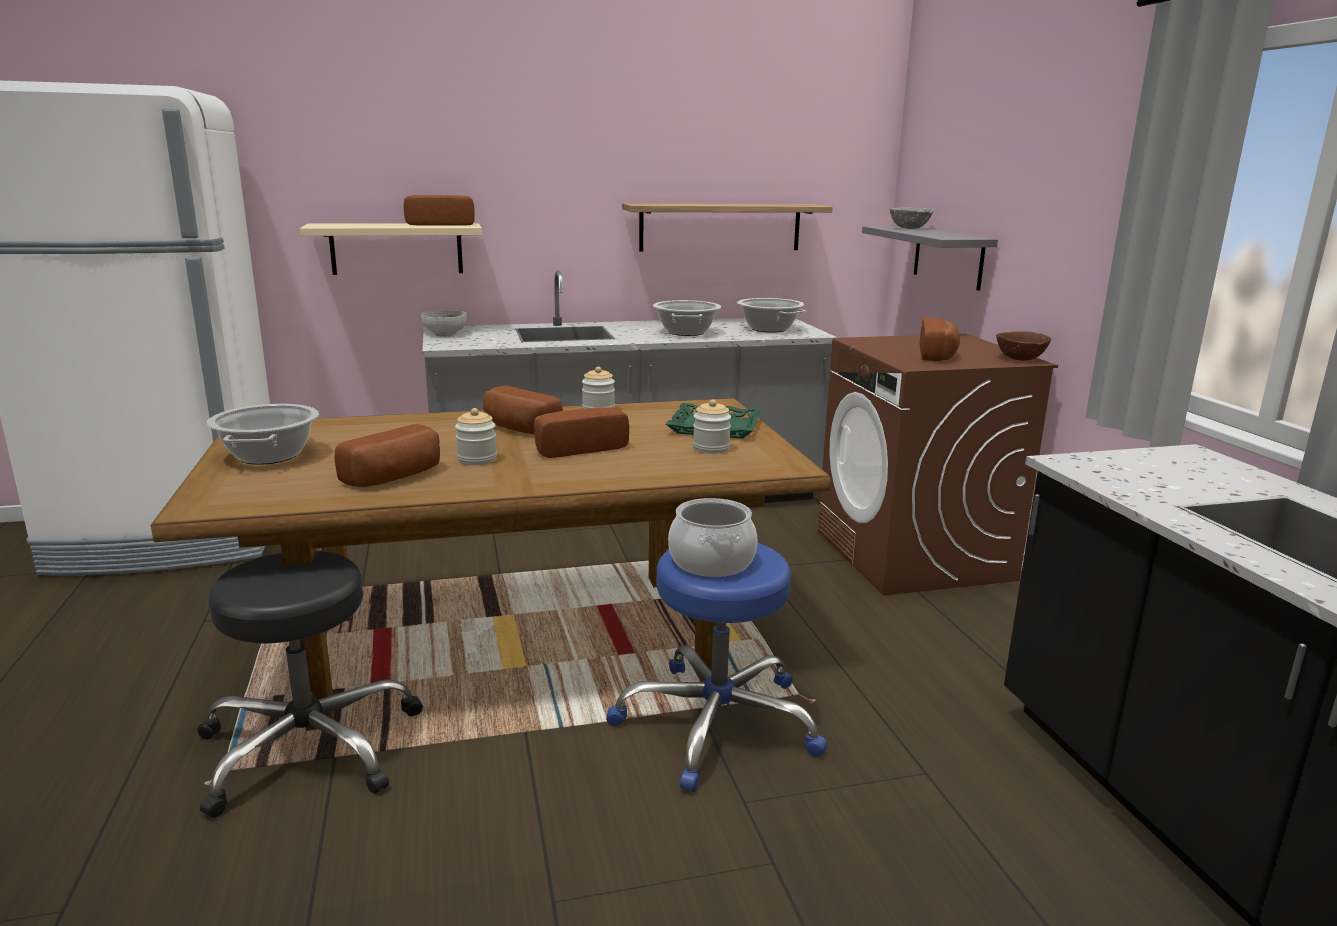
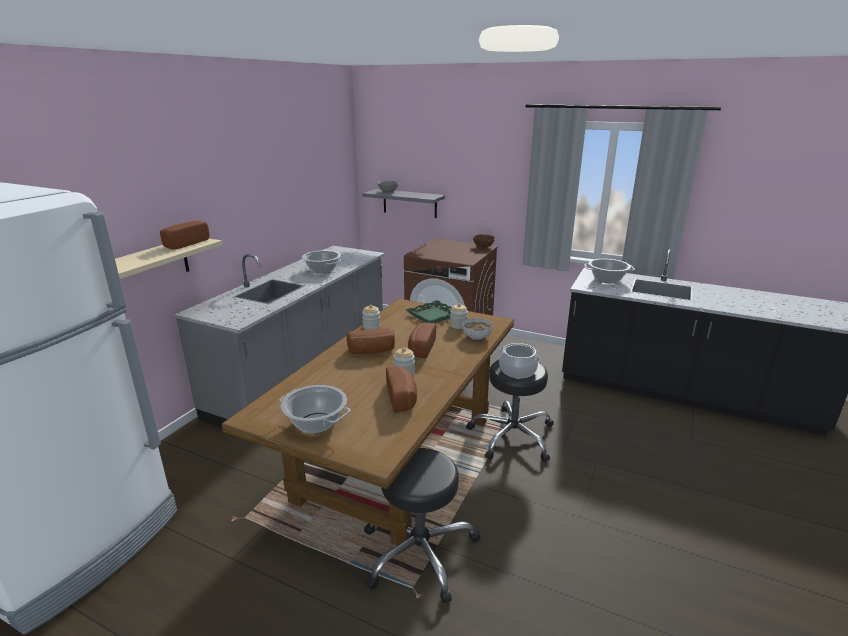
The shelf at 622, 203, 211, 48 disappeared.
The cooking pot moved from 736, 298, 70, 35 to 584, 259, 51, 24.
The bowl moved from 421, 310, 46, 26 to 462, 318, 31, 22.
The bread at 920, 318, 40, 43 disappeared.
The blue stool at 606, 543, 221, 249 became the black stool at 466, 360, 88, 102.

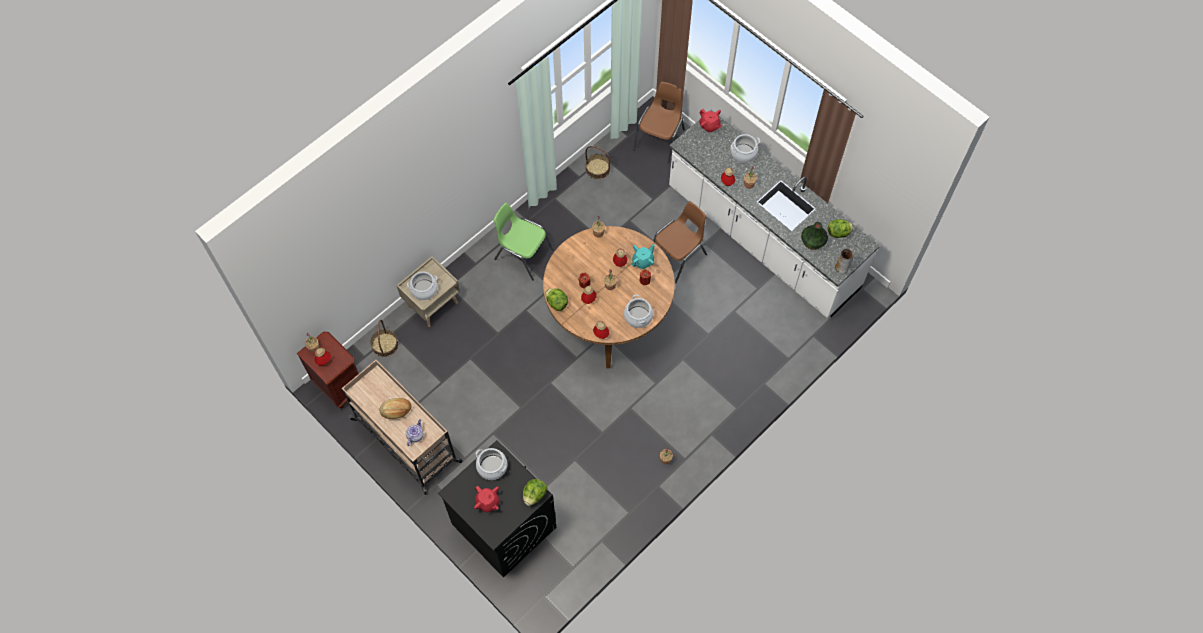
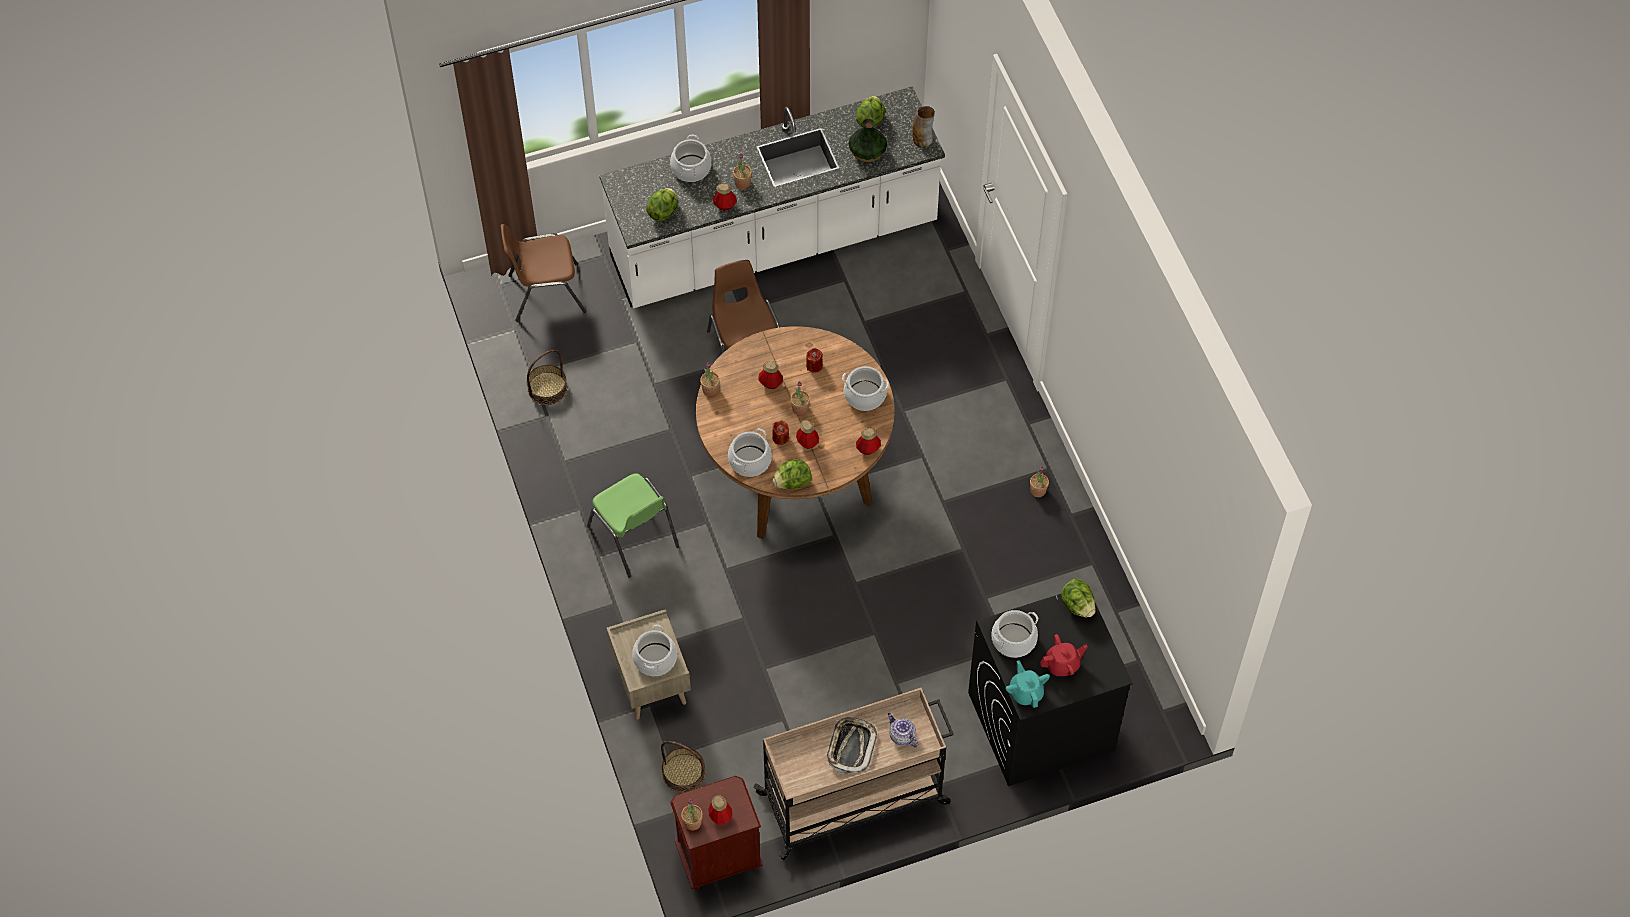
The brown chair at 633, 81, 52, 83 turned 60 degrees counterclockwise.
The red teapot at 699, 109, 23, 24 disappeared.
The green chair at 494, 203, 60, 78 turned 90 degrees counterclockwise.
The turquoise teapot moved from 632, 244, 23, 25 to 1006, 660, 44, 48.
The bread at 379, 398, 33, 21 was replaced by the tray at 827, 717, 50, 57.
The lettuce at 646, 188, 32, 33 appeared.
The cooking pot at 728, 428, 44, 49 appeared.

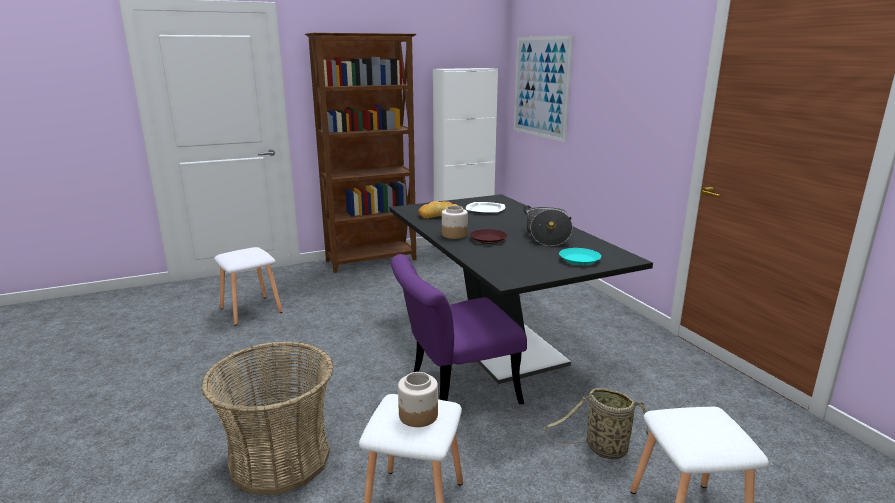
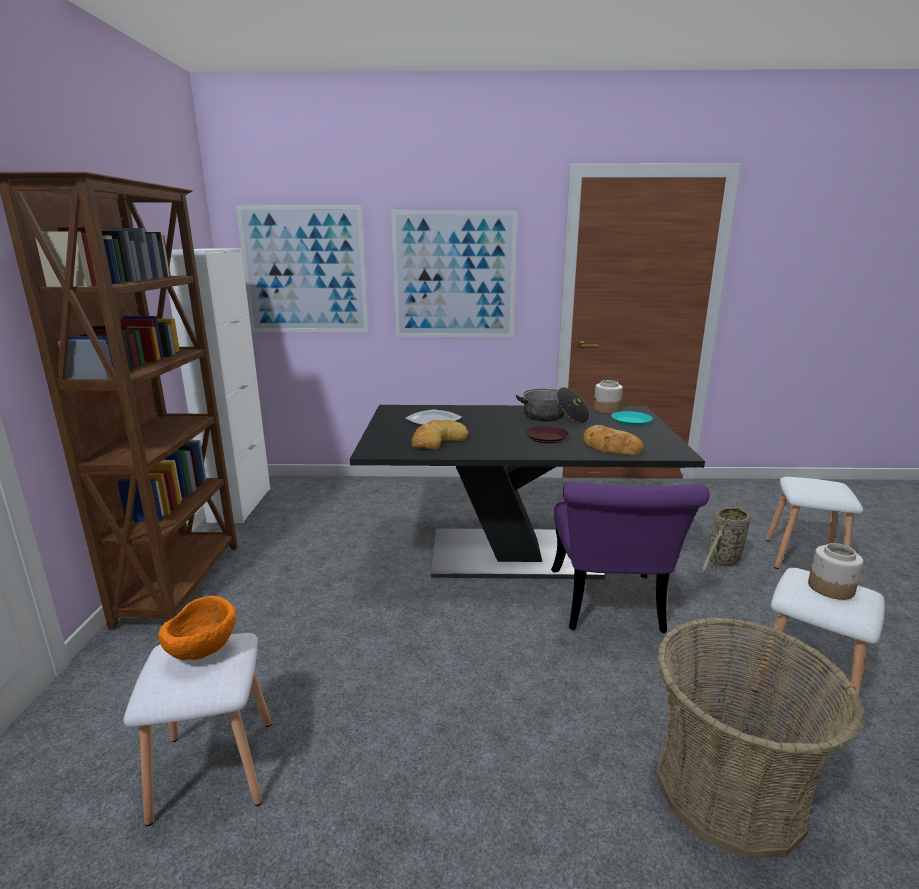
The jar moved from 442, 206, 26, 33 to 594, 380, 29, 34.
The picture at 391, 210, 126, 127 appeared.
The bread at 584, 425, 60, 31 appeared.
The orange bowl at 158, 596, 78, 64 appeared.

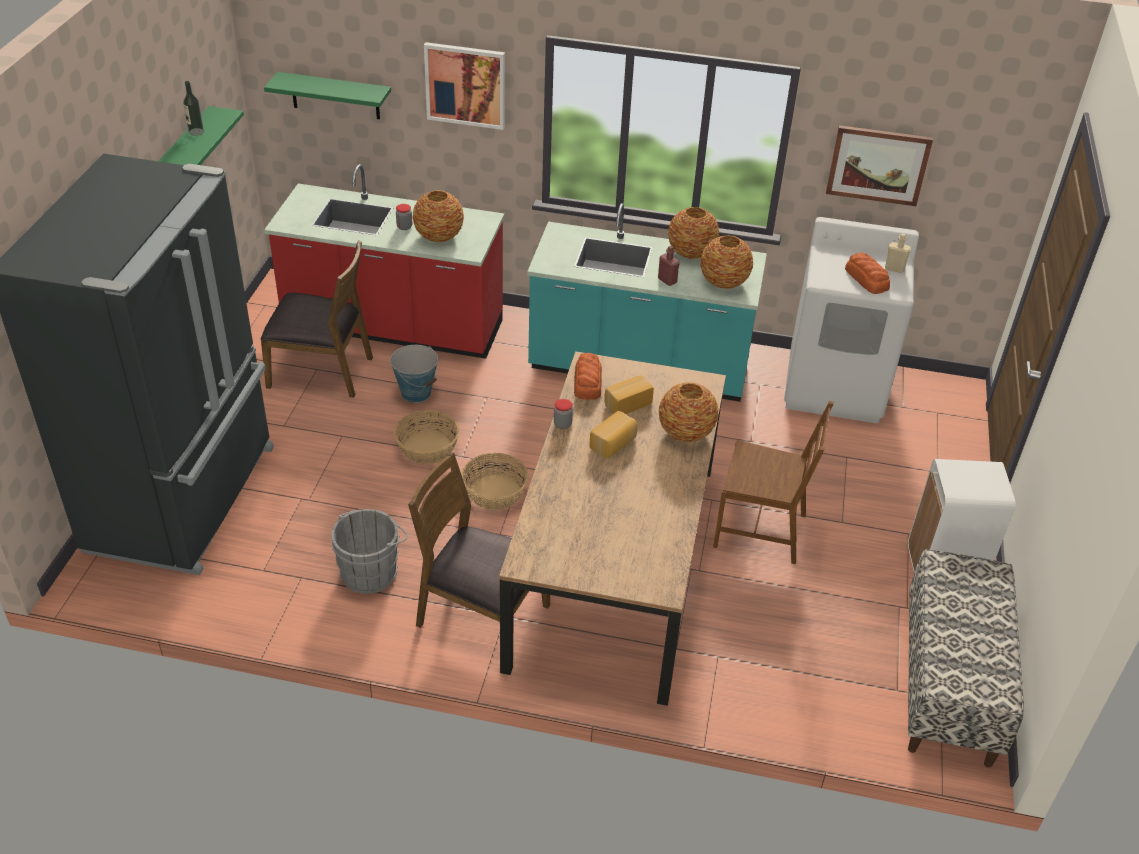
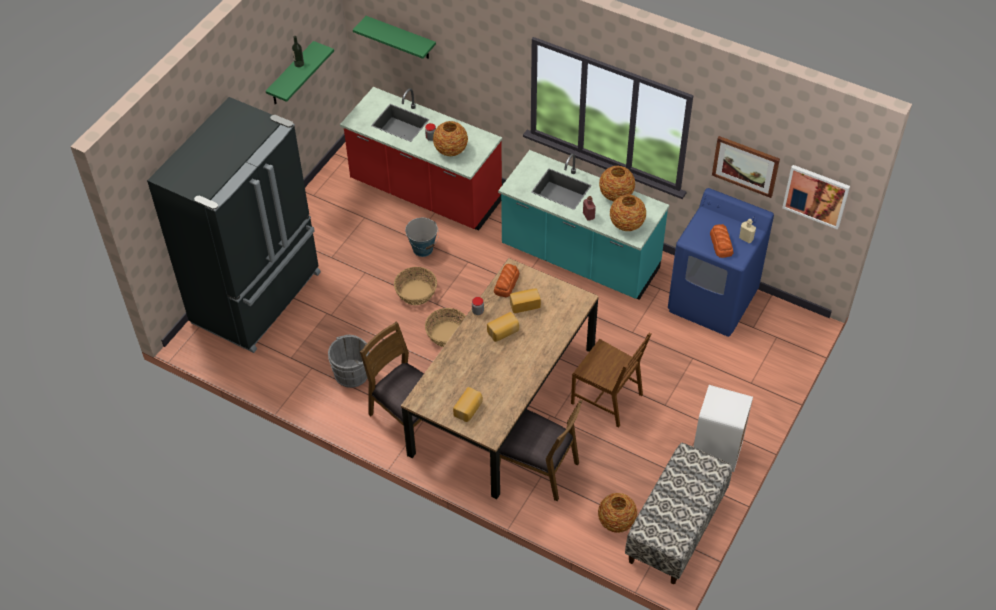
The picture moved from 424, 42, 81, 88 to 782, 165, 68, 65.
The white washing machine at 784, 217, 135, 206 became the blue washing machine at 668, 188, 106, 149.
The brown chair moved from 260, 240, 113, 158 to 500, 400, 83, 101.
The vase moved from 659, 382, 60, 60 to 598, 493, 39, 40.
The bread at 453, 387, 30, 35 appeared.

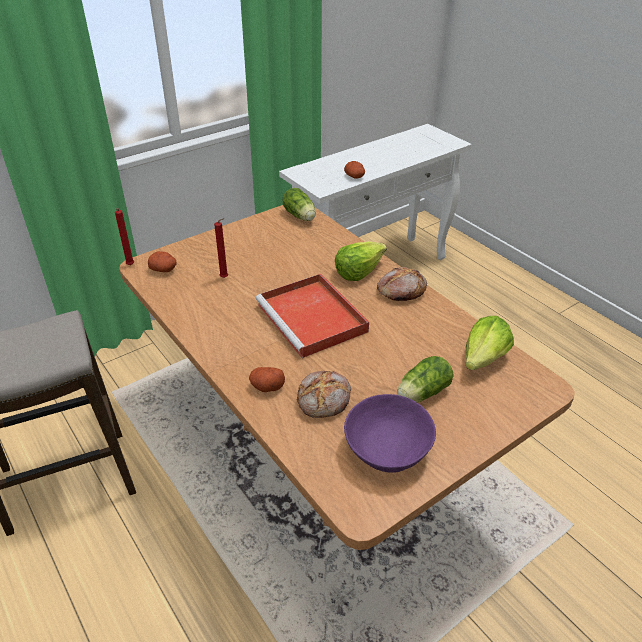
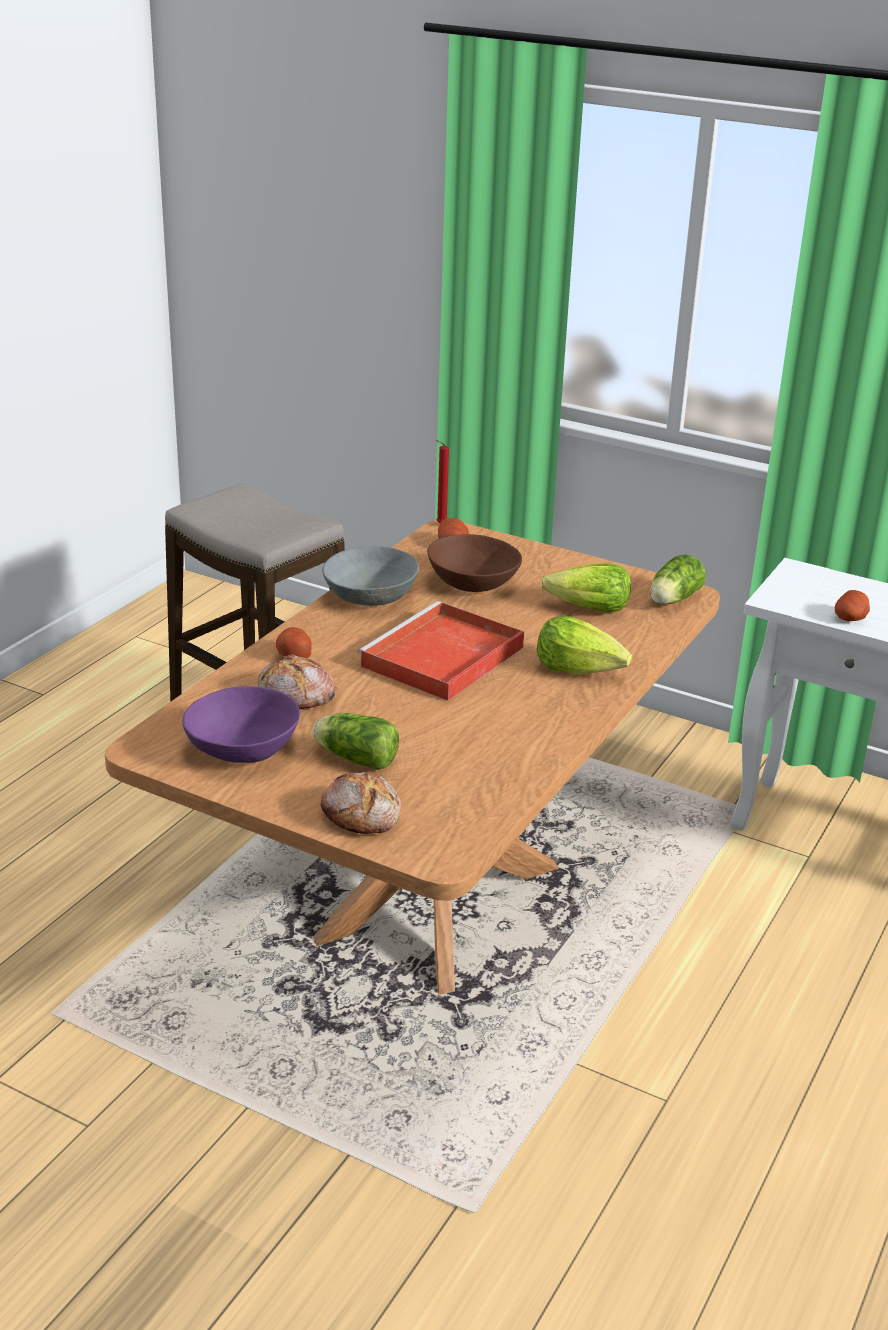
The red candle at 214, 218, 14, 60 was replaced by the brown bowl at 427, 534, 95, 58.
The bread moved from 377, 267, 50, 34 to 321, 772, 80, 62.
The lettuce moved from 465, 316, 49, 54 to 541, 563, 90, 50.
The grey bowl at 322, 546, 97, 60 appeared.

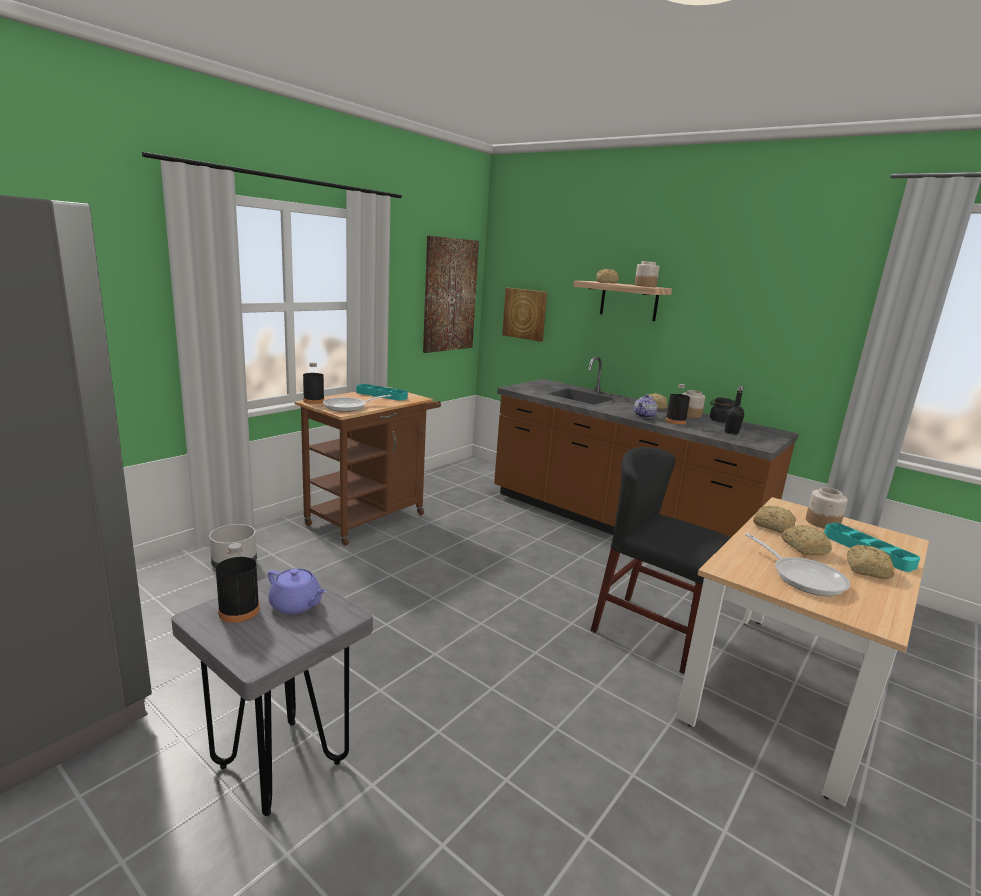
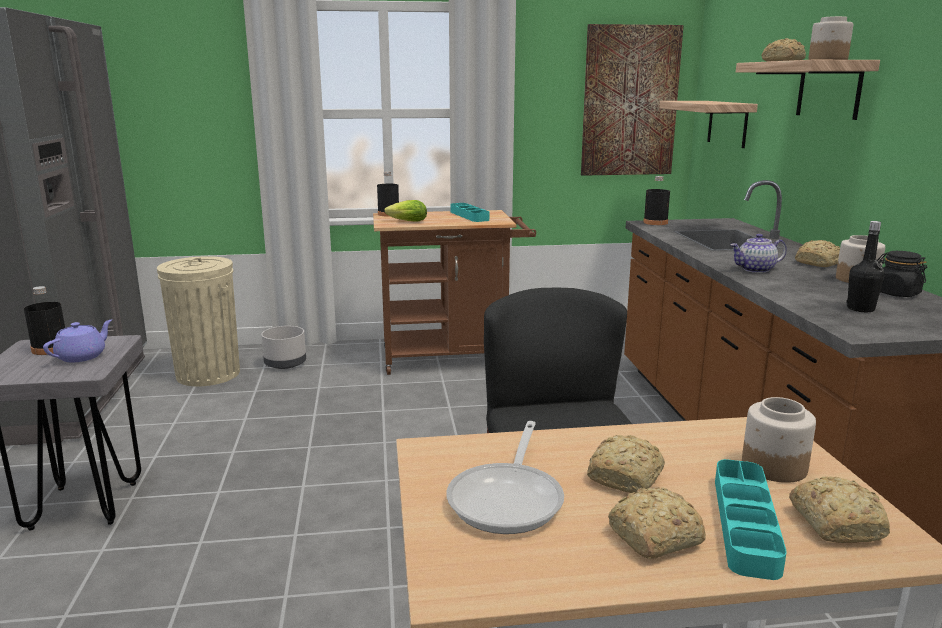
The picture at 502, 288, 45, 54 was replaced by the shelf at 659, 101, 99, 47.
The black bottle moved from 666, 384, 24, 41 to 643, 176, 27, 49.
The frying pan at 323, 395, 68, 17 was replaced by the lettuce at 385, 200, 42, 21.
The bread moved from 753, 506, 43, 27 to 789, 476, 101, 67.
The purple teapot at 268, 569, 58, 45 turned 135 degrees counterclockwise.
The beige trash can at 157, 256, 83, 130 appeared.

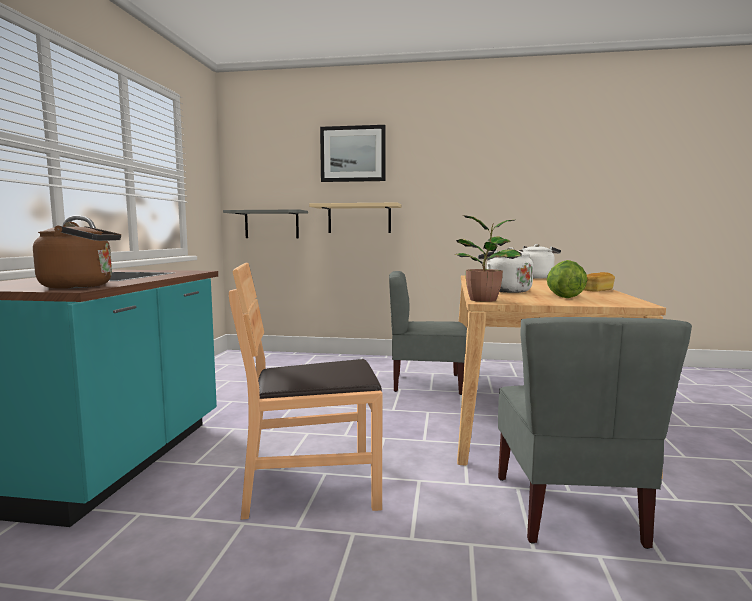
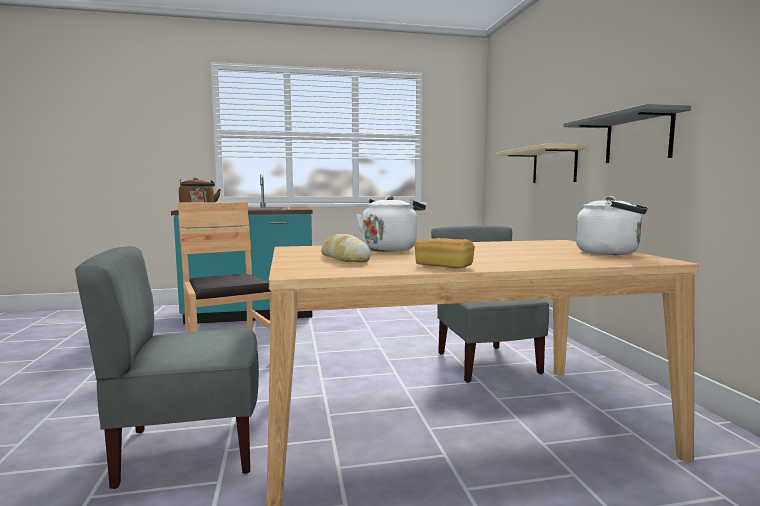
The picture at 320, 125, 66, 57 disappeared.
The grey shelf moved from 223, 209, 85, 29 to 563, 104, 128, 59.
The potted plant at 454, 215, 68, 87 disappeared.
The lettuce at 547, 260, 40, 38 was replaced by the bread at 321, 234, 50, 28.

